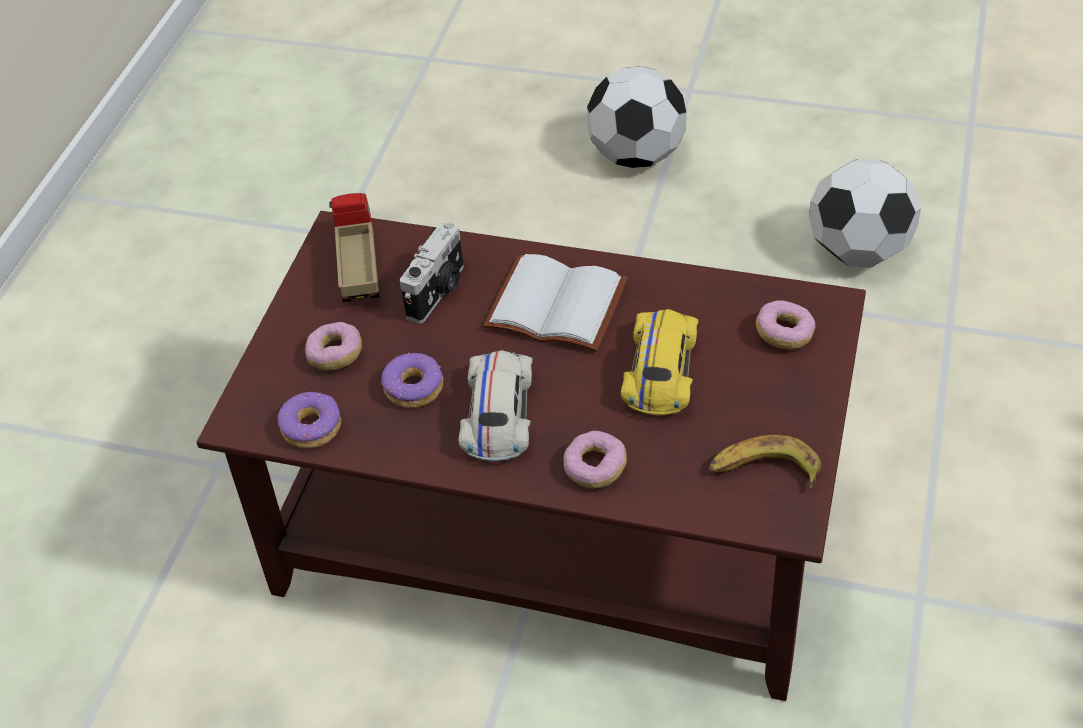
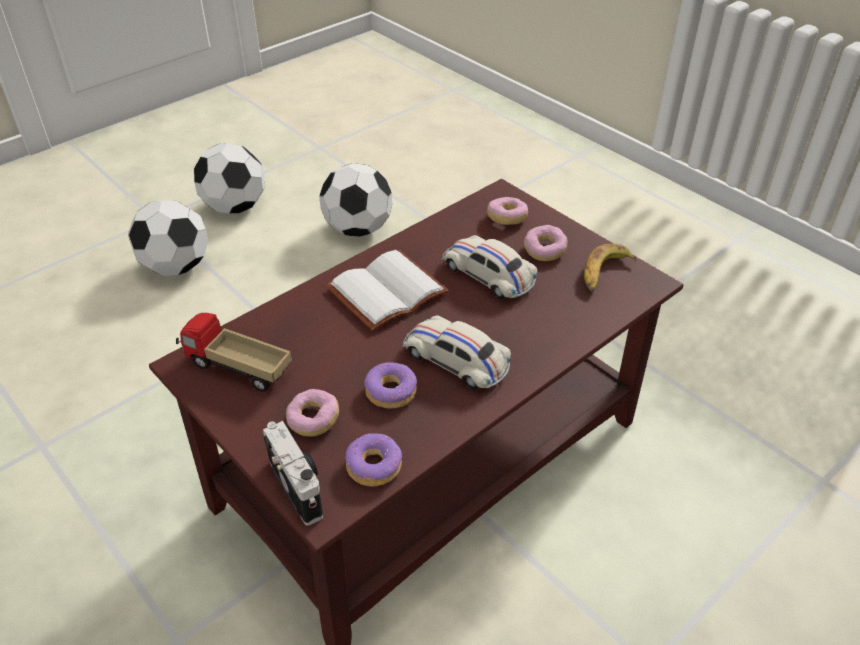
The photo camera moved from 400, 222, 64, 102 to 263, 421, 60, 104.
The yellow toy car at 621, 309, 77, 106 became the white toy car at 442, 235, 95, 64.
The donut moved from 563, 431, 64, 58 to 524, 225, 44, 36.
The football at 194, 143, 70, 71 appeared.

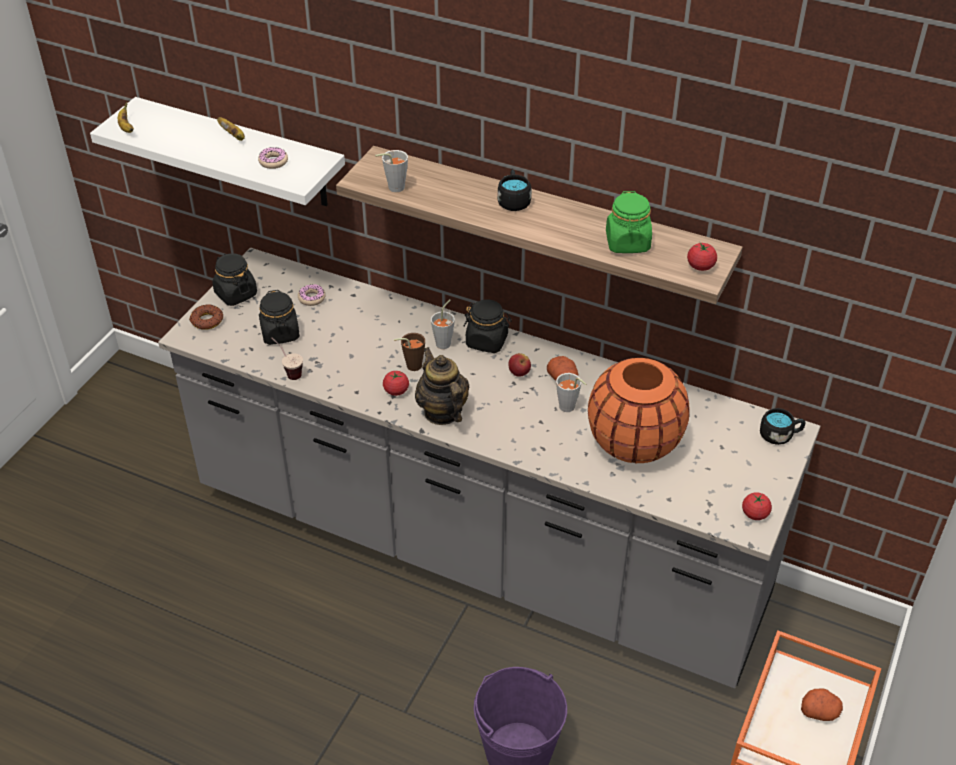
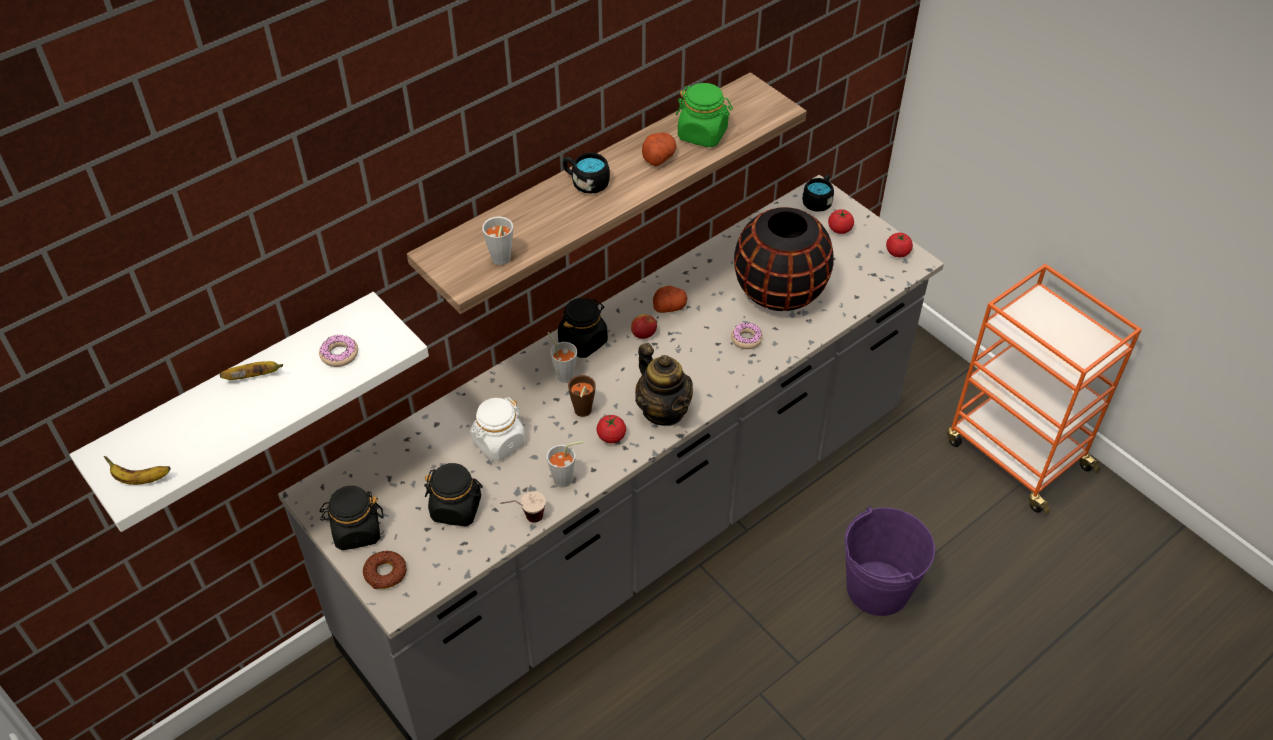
The tomato moved from 687, 243, 30, 28 to 828, 209, 26, 25.
The donut moved from 298, 284, 28, 22 to 731, 323, 32, 26.
The teapot at 415, 347, 54, 78 turned 120 degrees counterclockwise.
The orange vase at 588, 358, 102, 105 became the black vase at 734, 207, 100, 104.
The grey cup moved from 556, 373, 31, 39 to 547, 441, 37, 46.
The potato moved from 801, 688, 42, 33 to 642, 133, 34, 33.
The white jar at 470, 397, 55, 64 appeared.

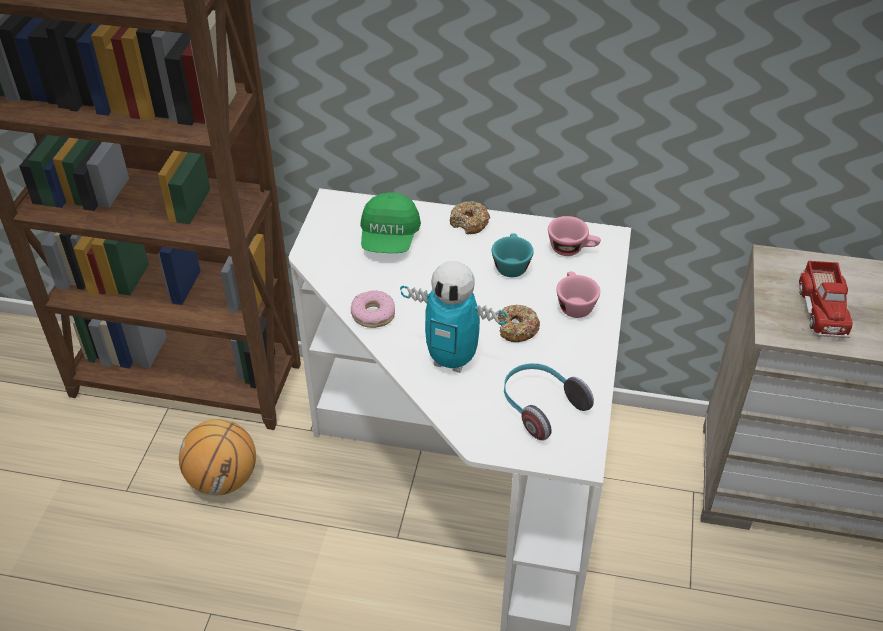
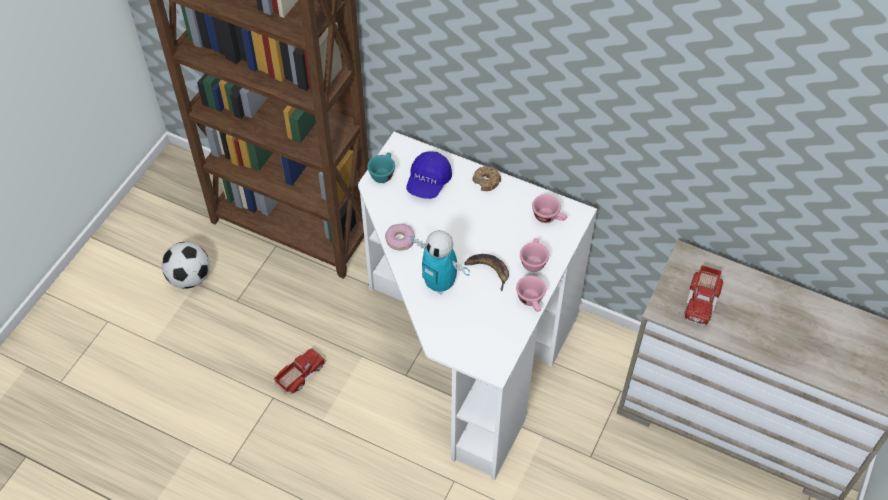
The green cap at 360, 192, 61, 61 became the blue cap at 406, 151, 46, 48.
The turquoise cup moved from 492, 233, 42, 44 to 367, 152, 28, 31.
The donut at 497, 305, 43, 37 was replaced by the banana at 464, 254, 45, 37.
The headphones at 504, 363, 90, 77 disappeared.
The basketball at 179, 419, 77, 76 disappeared.
The football at 162, 242, 48, 47 appeared.
The pink cup at 516, 276, 30, 36 appeared.
The toy truck at 274, 348, 52, 46 appeared.

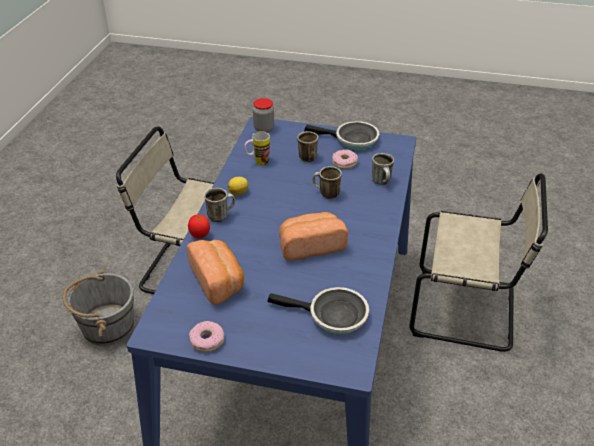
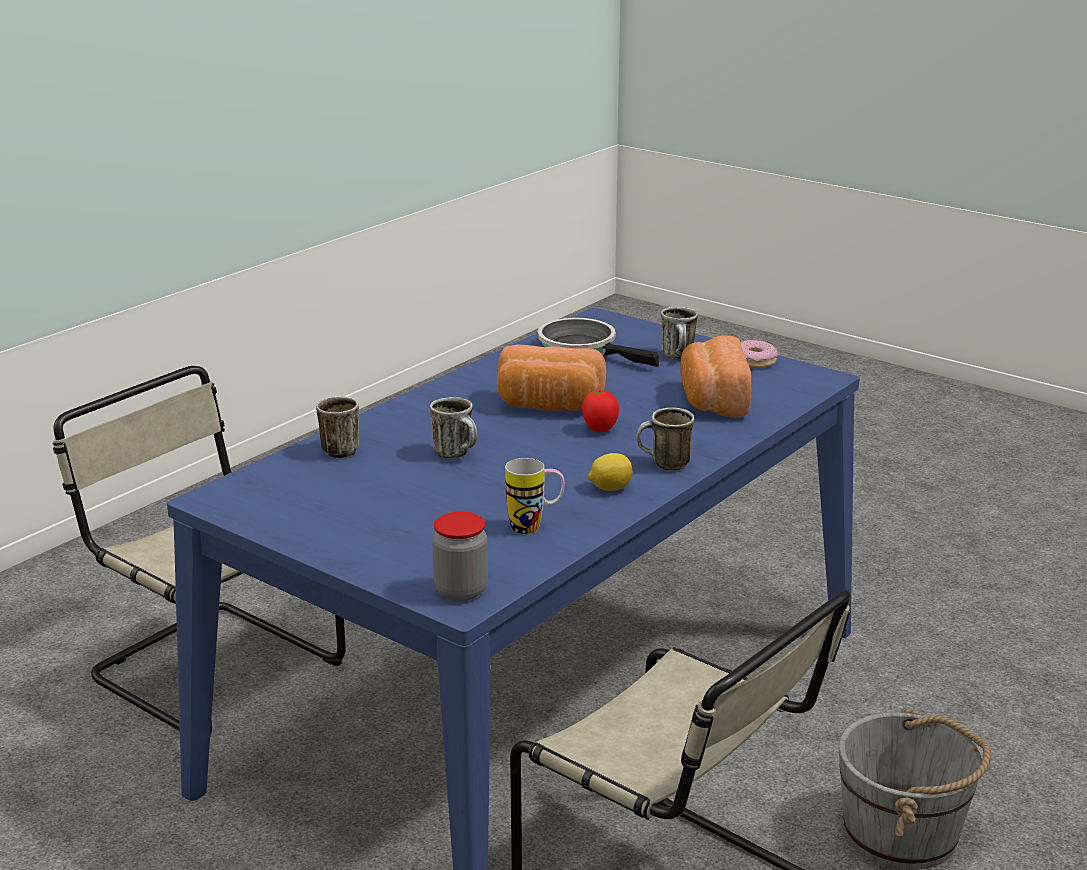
The frying pan at 304, 121, 75, 29 disappeared.
The mug moved from 297, 131, 21, 31 to 660, 307, 38, 52.
The donut at 332, 149, 26, 20 disappeared.
The tomato moved from 188, 214, 22, 25 to 582, 389, 37, 44.

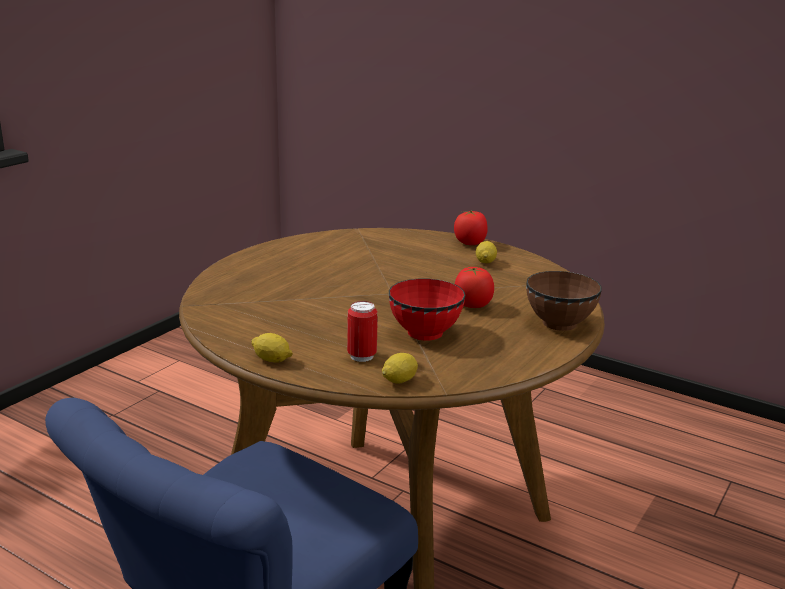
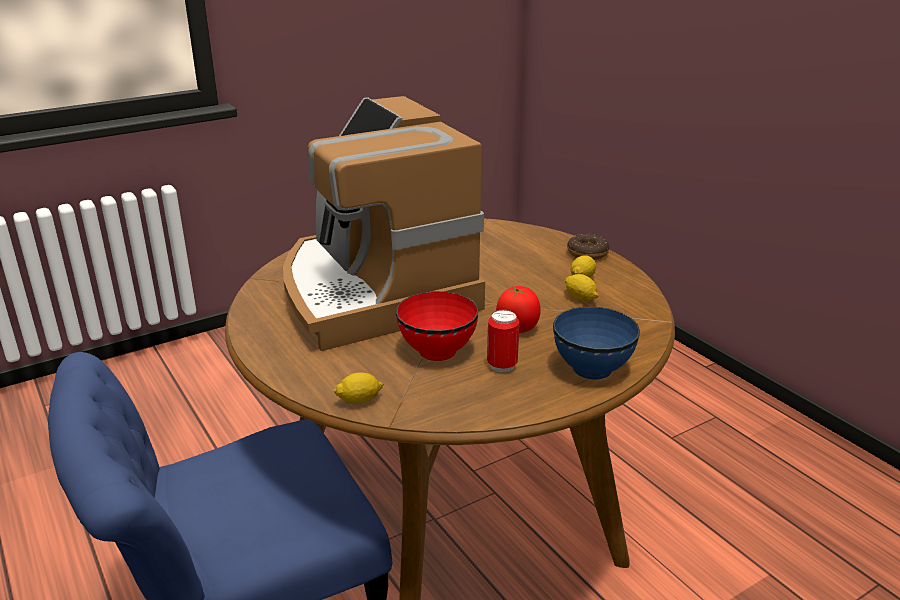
The tomato at 454, 210, 34, 35 was replaced by the donut at 567, 234, 43, 26.
The brown bowl at 526, 271, 76, 60 became the blue bowl at 553, 307, 87, 72.
The can moved from 347, 301, 31, 61 to 487, 310, 32, 62.
The lemon moved from 251, 333, 42, 29 to 565, 274, 33, 27.
The coffee machine at 283, 96, 202, 255 appeared.

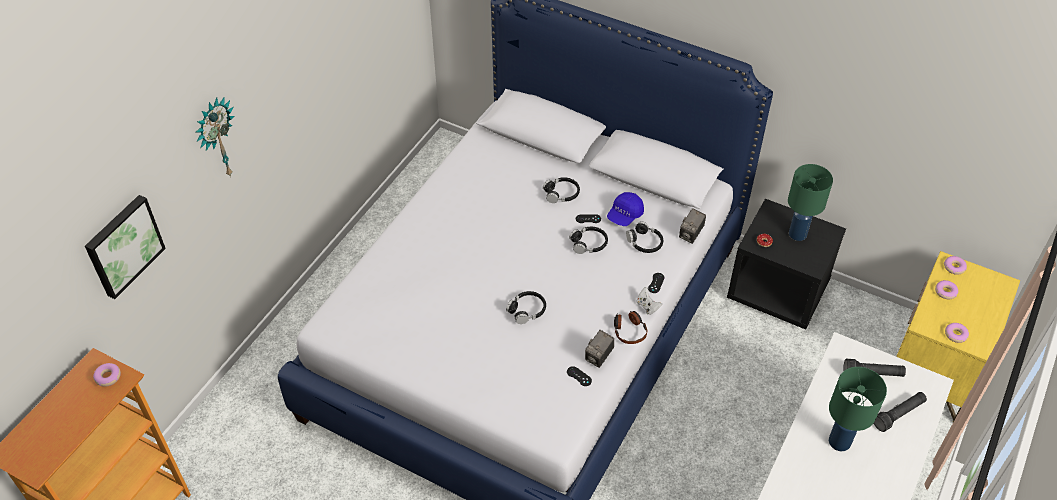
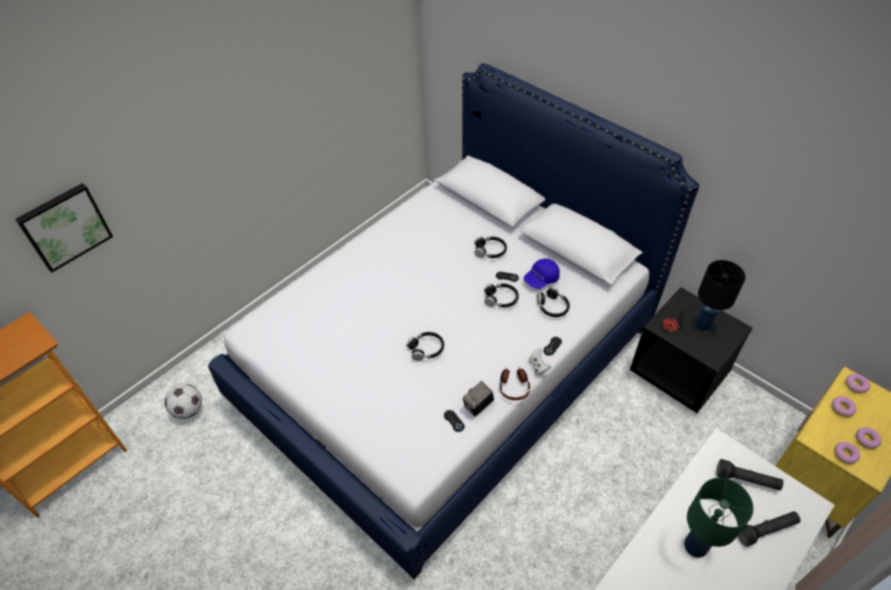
The wall clock at 195, 97, 39, 80 disappeared.
The green table lamp at 788, 164, 45, 77 became the black table lamp at 696, 260, 50, 71.
The photo camera at 679, 208, 27, 36 disappeared.
The donut moved from 93, 363, 28, 24 to 856, 427, 25, 22.
The football at 165, 384, 37, 35 appeared.

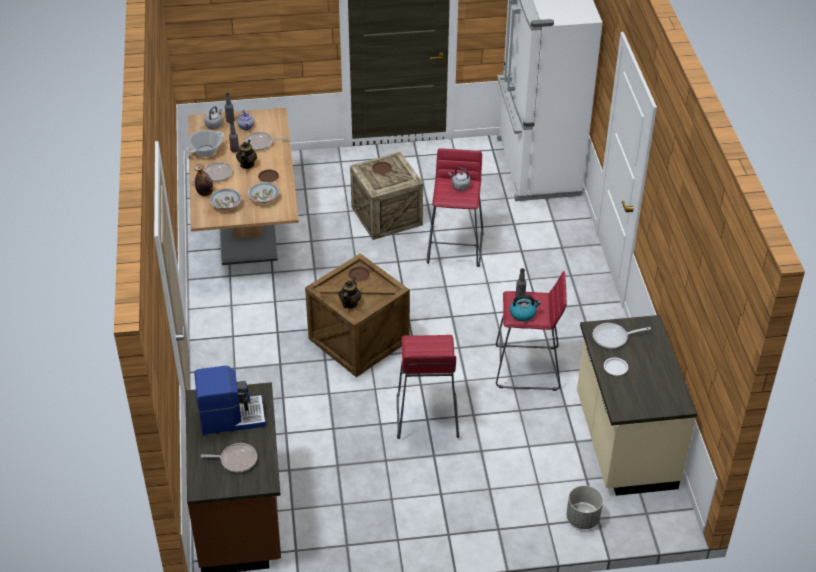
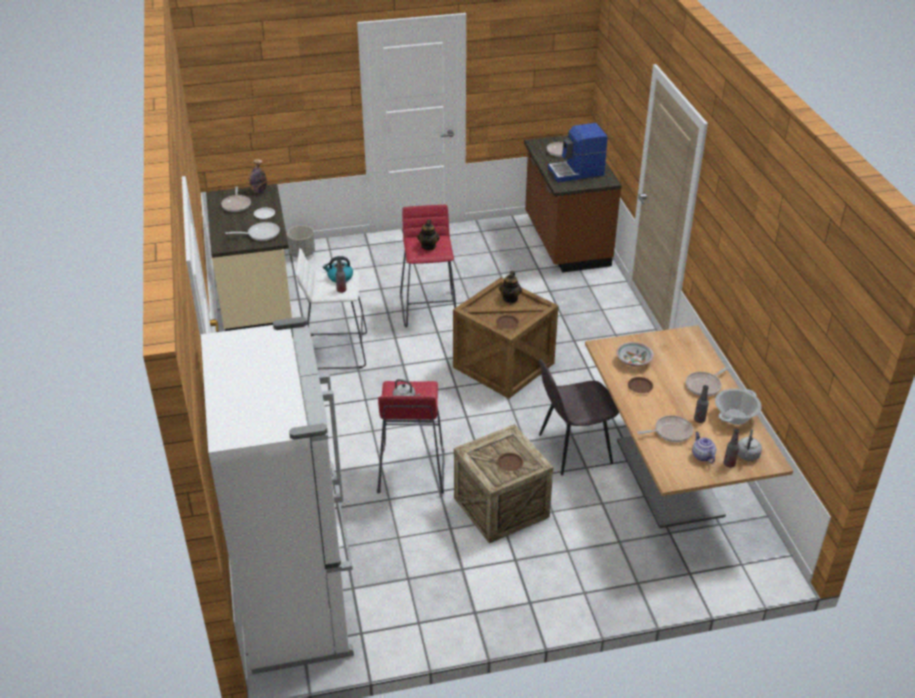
The teapot moved from 236, 140, 21, 29 to 417, 219, 22, 31.
The bottle moved from 194, 164, 19, 32 to 249, 159, 18, 34.
The bowl at 210, 188, 31, 22 disappeared.
The red stool at 496, 271, 71, 120 became the white stool at 296, 248, 71, 121.
The frying pan at 221, 187, 30, 25 appeared.
The grey chair at 539, 359, 80, 116 appeared.

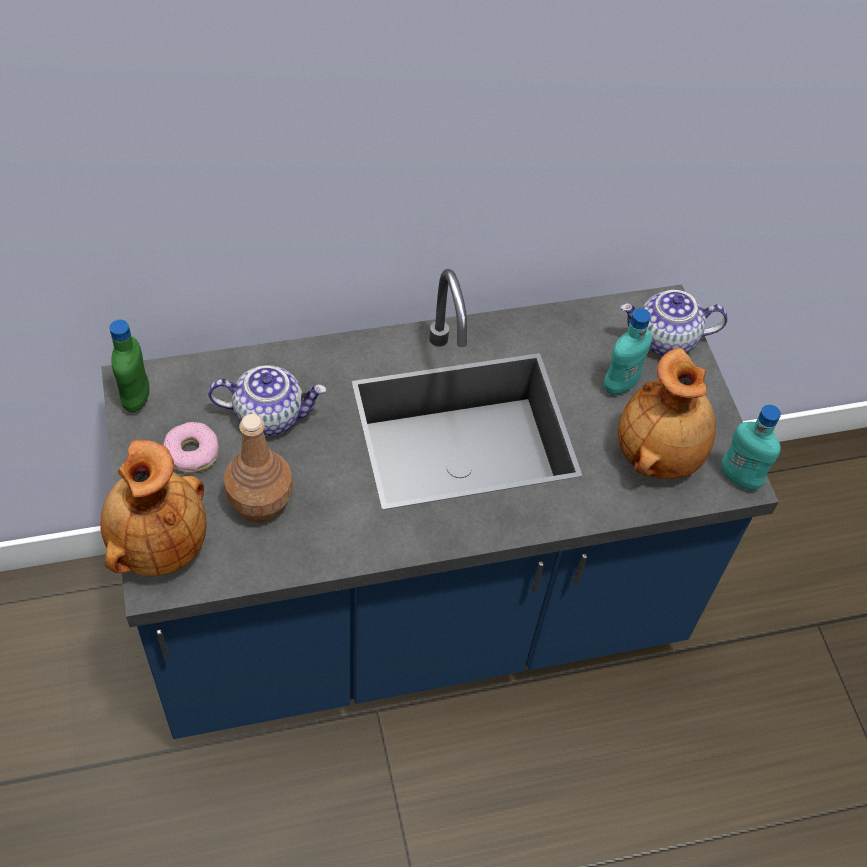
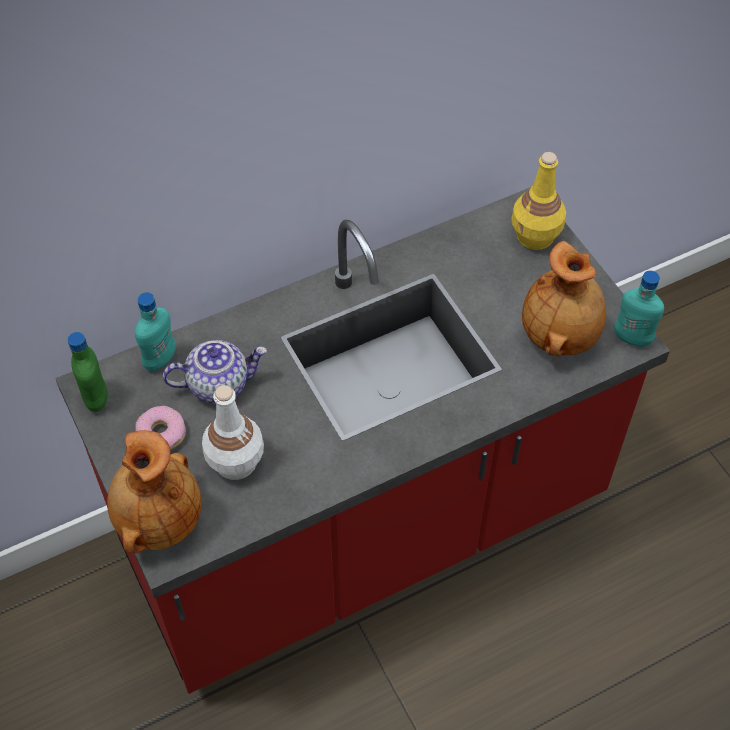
The blue counter at 101, 269, 678, 470 became the red counter at 55, 187, 615, 507.
The teapot at 621, 290, 107, 65 was replaced by the yellow bottle at 511, 152, 55, 98.
The turquoise bottle moved from 604, 308, 48, 87 to 135, 292, 41, 79.
The brown bottle at 224, 414, 69, 109 became the white bottle at 202, 385, 62, 95.

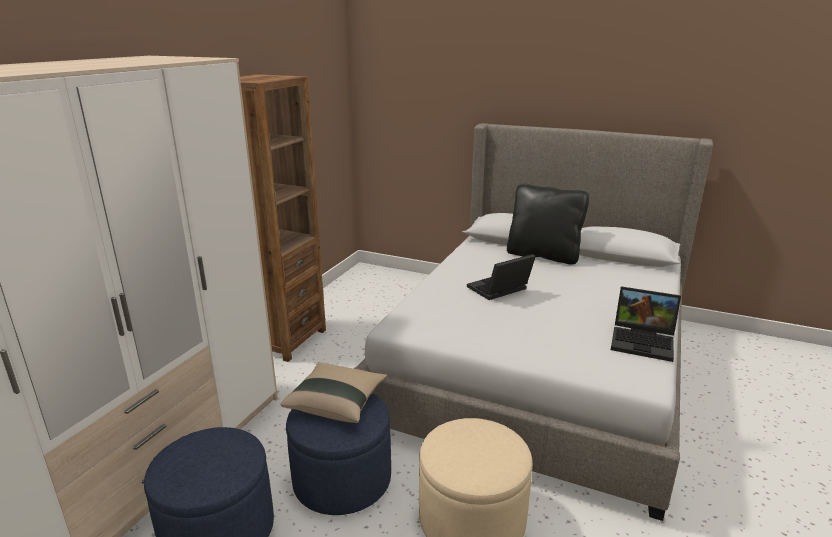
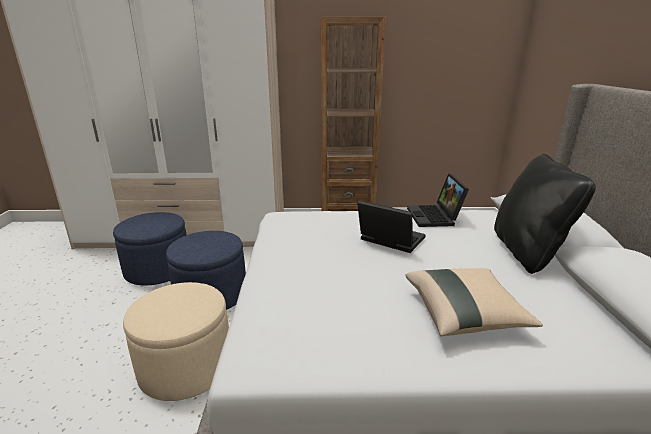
The laptop moved from 611, 286, 70, 76 to 407, 173, 62, 54.
The beige pillow moved from 280, 362, 107, 61 to 406, 268, 137, 69.

